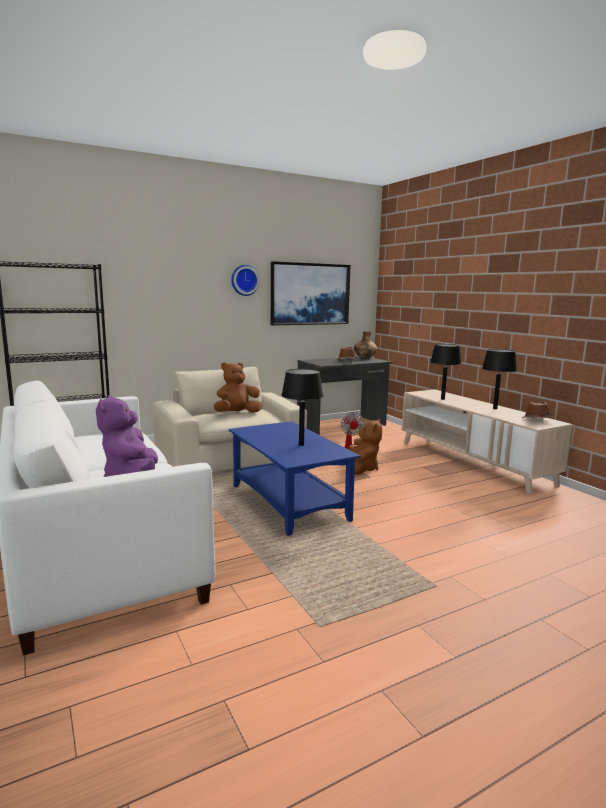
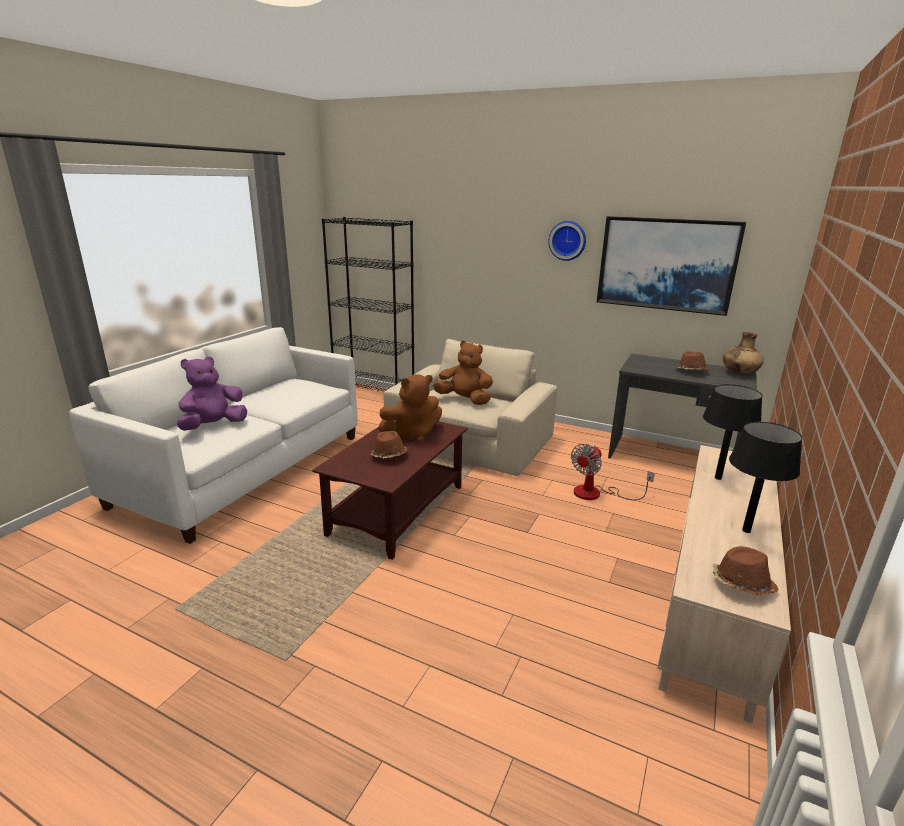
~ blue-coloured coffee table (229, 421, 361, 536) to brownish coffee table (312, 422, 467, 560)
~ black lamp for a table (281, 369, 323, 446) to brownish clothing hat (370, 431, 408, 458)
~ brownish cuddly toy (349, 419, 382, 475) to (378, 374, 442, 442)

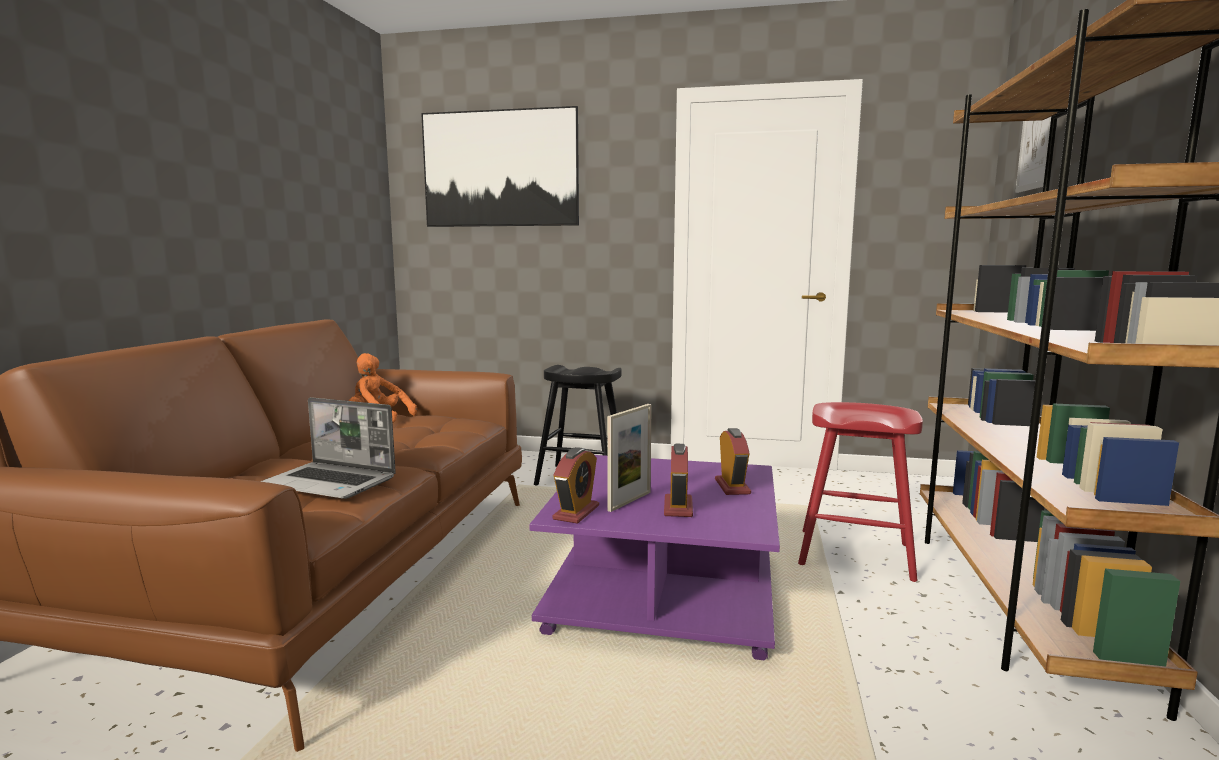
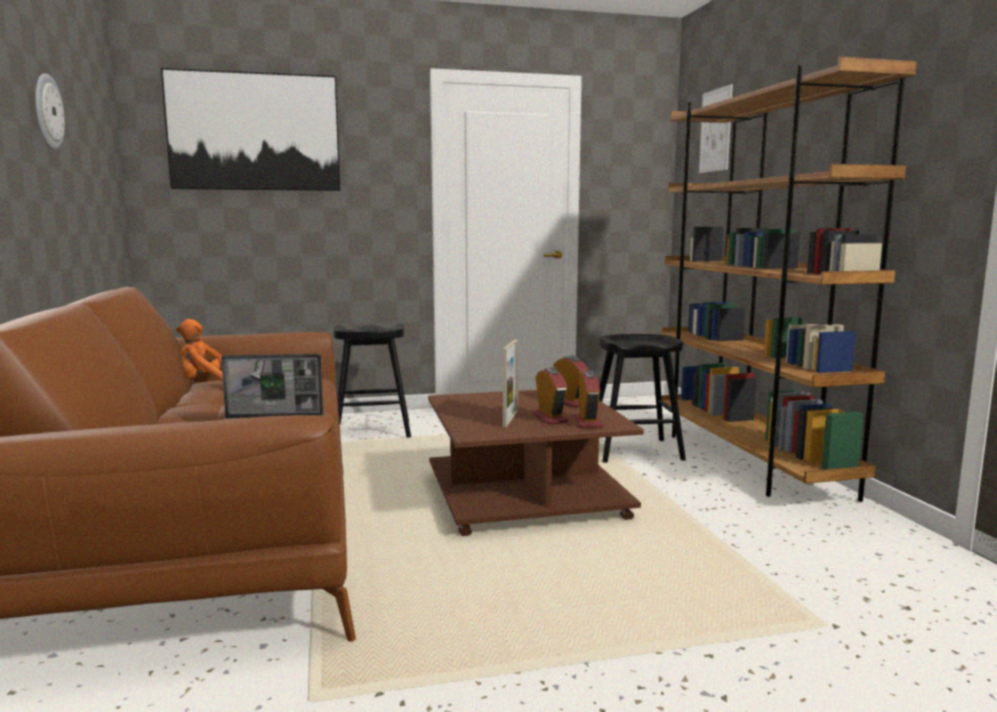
+ clock on the wall (35, 73, 65, 150)
~ purplish coffee table (529, 455, 780, 660) to brownish coffee table (428, 390, 644, 536)
~ alarm clock (552, 447, 599, 524) to (574, 371, 603, 428)
~ red-coloured sitting stool (798, 402, 923, 582) to black sitting stool (599, 334, 686, 463)

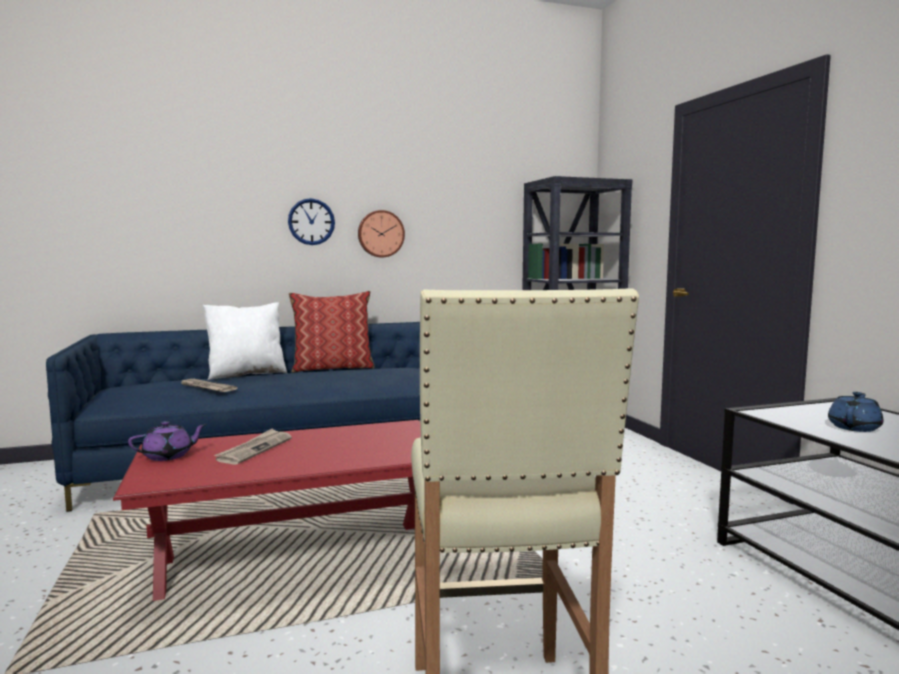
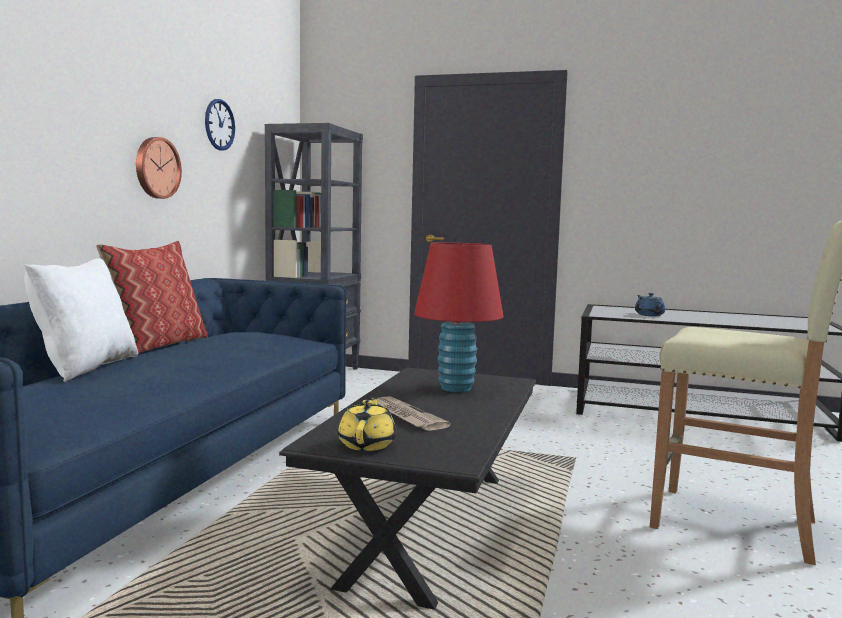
~ clock on the wall (288, 198, 335, 245) to (205, 99, 235, 151)
~ red-coloured coffee table (113, 420, 421, 601) to black coffee table (279, 368, 536, 610)
~ purplish teapot (128, 421, 207, 461) to yellowish teapot (338, 397, 396, 451)
+ red-coloured lamp for a table (414, 243, 504, 392)
- newspaper (181, 379, 237, 392)

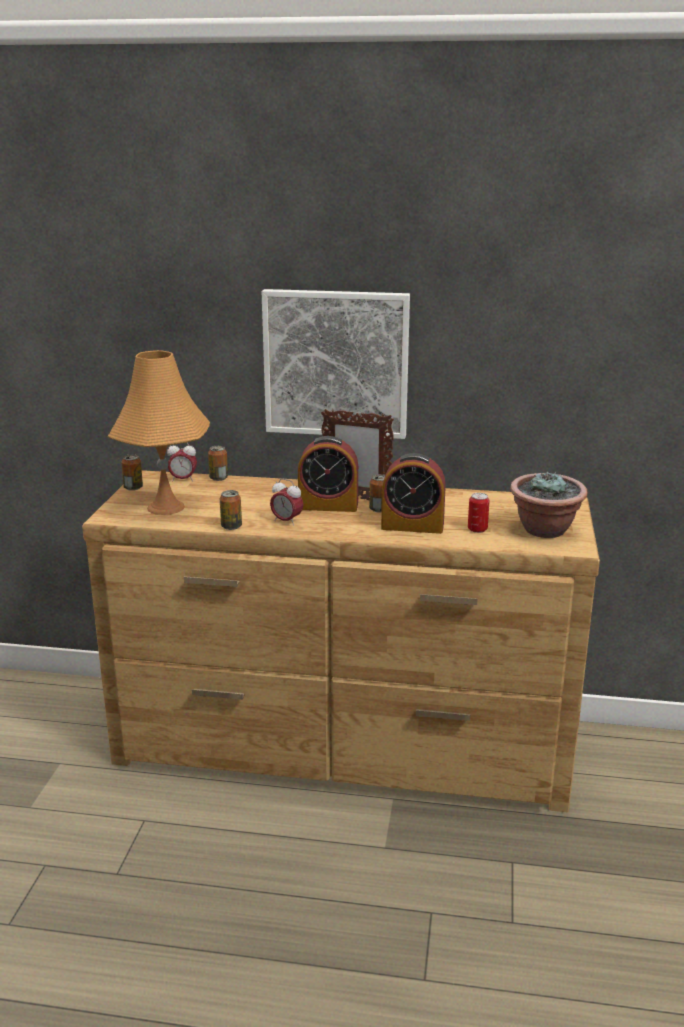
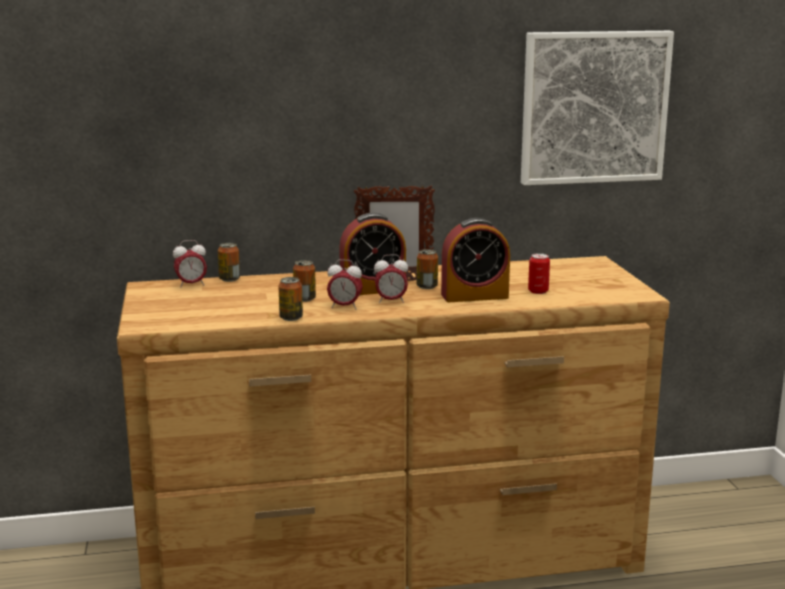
~ metal can (121, 454, 143, 491) to (293, 260, 316, 302)
+ alarm clock (374, 255, 408, 303)
~ wall picture (262, 289, 410, 439) to (521, 31, 674, 185)
- orange lamp for a table (108, 350, 210, 515)
- houseplant (510, 472, 588, 538)

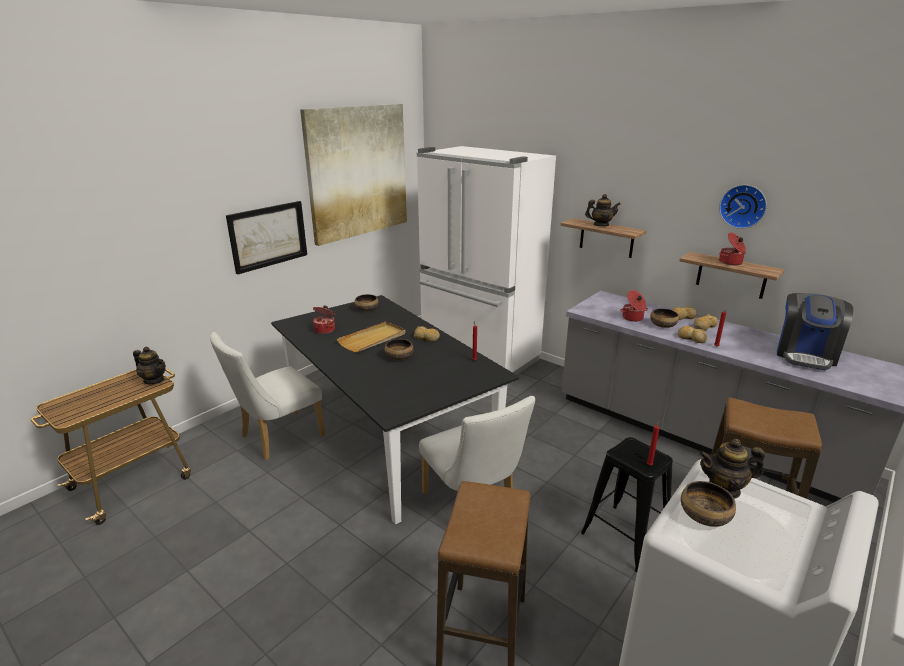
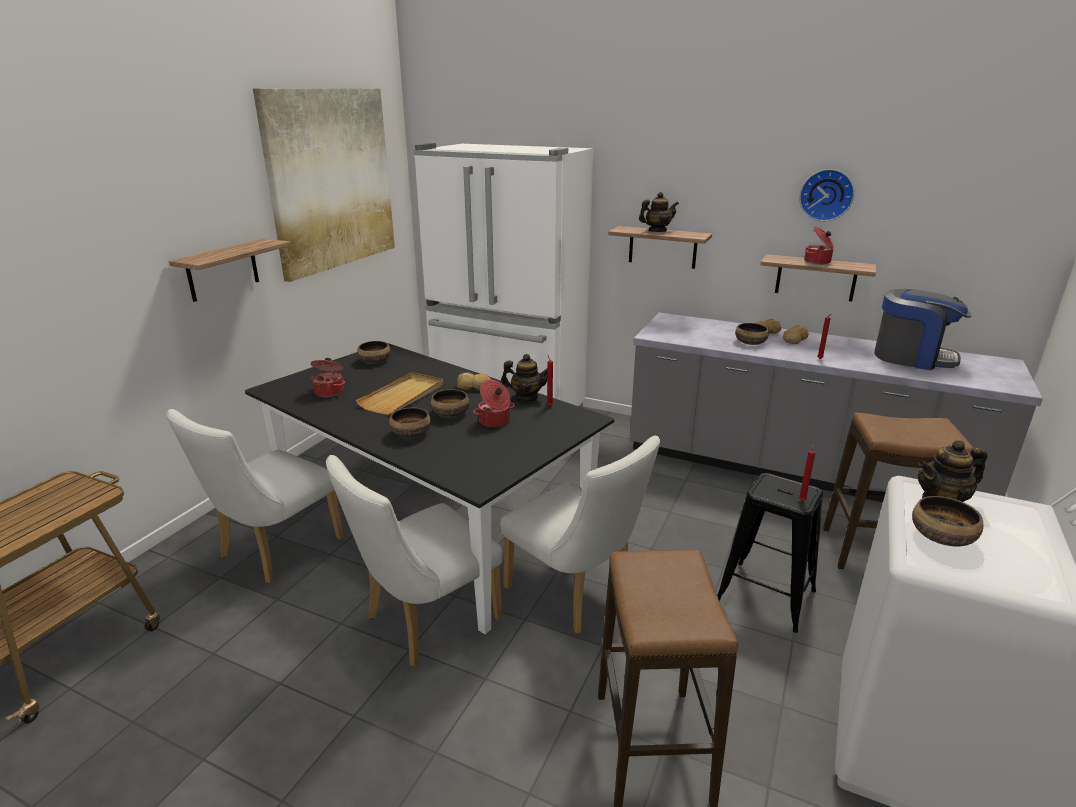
~ wall picture (226, 201, 307, 275) to wall shelf (169, 238, 290, 302)
+ white plain chair (326, 455, 503, 666)
+ deep dish (389, 408, 431, 438)
~ cooking pot (620, 290, 648, 322) to (473, 380, 515, 427)
~ teapot (133, 347, 166, 384) to (501, 354, 547, 401)
~ coffee maker (777, 293, 853, 370) = (874, 289, 971, 370) 75 degrees counterclockwise
- baked bread (678, 326, 707, 343)

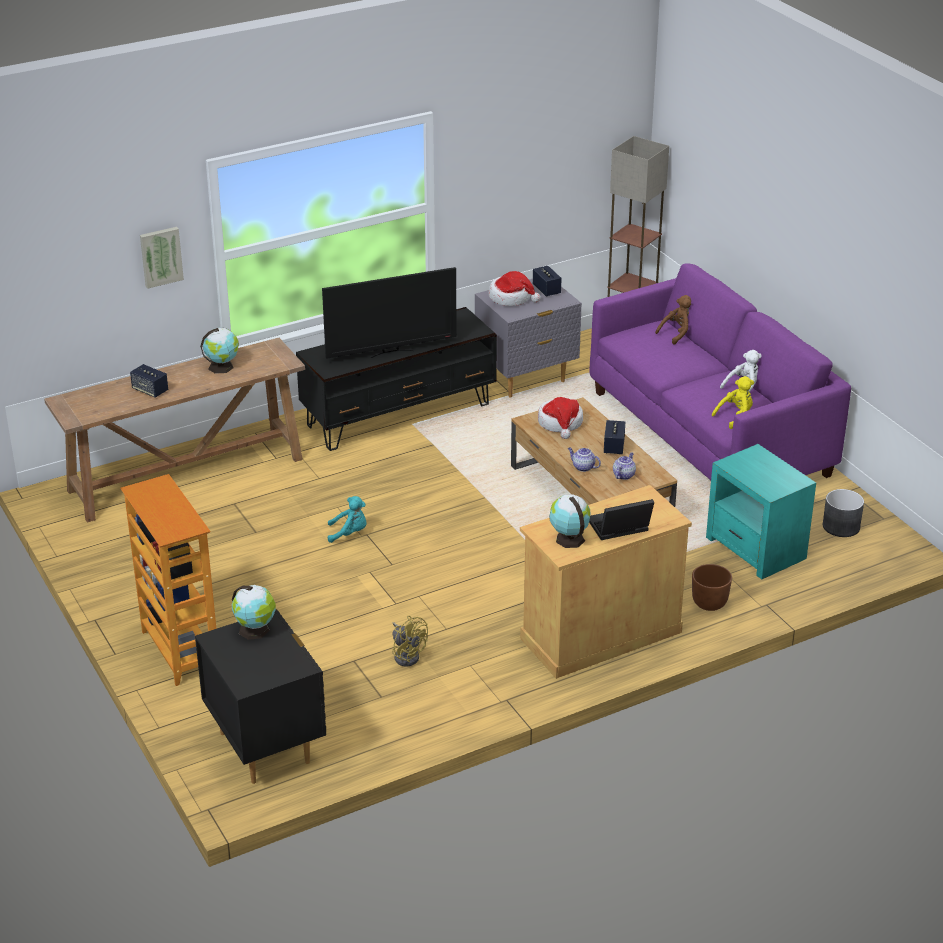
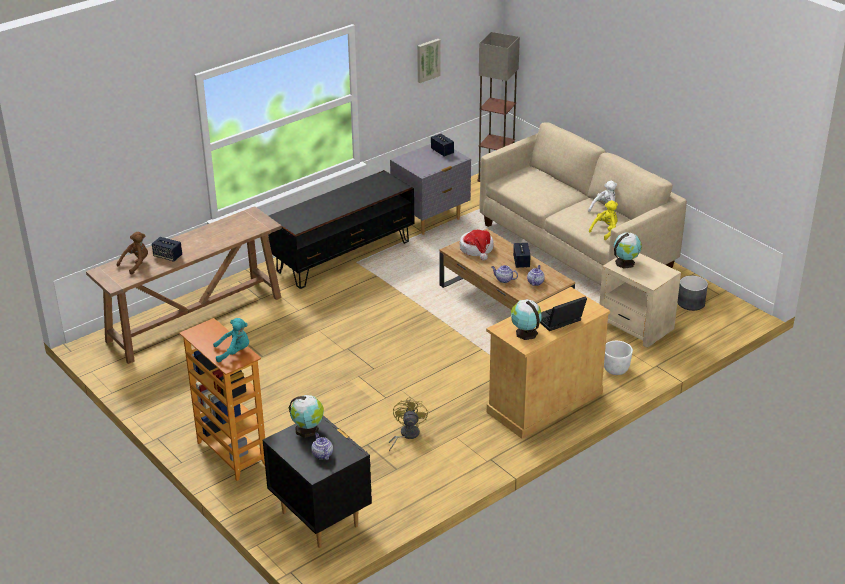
~ brownish cuddly toy (655, 295, 691, 345) to (117, 232, 148, 275)
~ turquoise cuddly toy (328, 496, 367, 543) to (213, 318, 249, 363)
+ teapot (311, 433, 333, 460)
~ yellowish electric fan (392, 616, 428, 666) = (389, 397, 428, 452) 120 degrees counterclockwise
~ wall picture (140, 227, 184, 289) to (417, 39, 441, 83)
~ purplish sofa (590, 263, 851, 480) to sand-coloured sofa (480, 122, 687, 285)
~ turquoise side table (706, 444, 816, 579) to sand-coloured side table (600, 253, 681, 348)
~ brownish plant pot (692, 564, 732, 611) to white plant pot (604, 341, 633, 375)
~ desk globe (200, 328, 239, 374) to (613, 232, 642, 269)
- television (322, 267, 457, 359)
- clothing hat (489, 271, 541, 306)

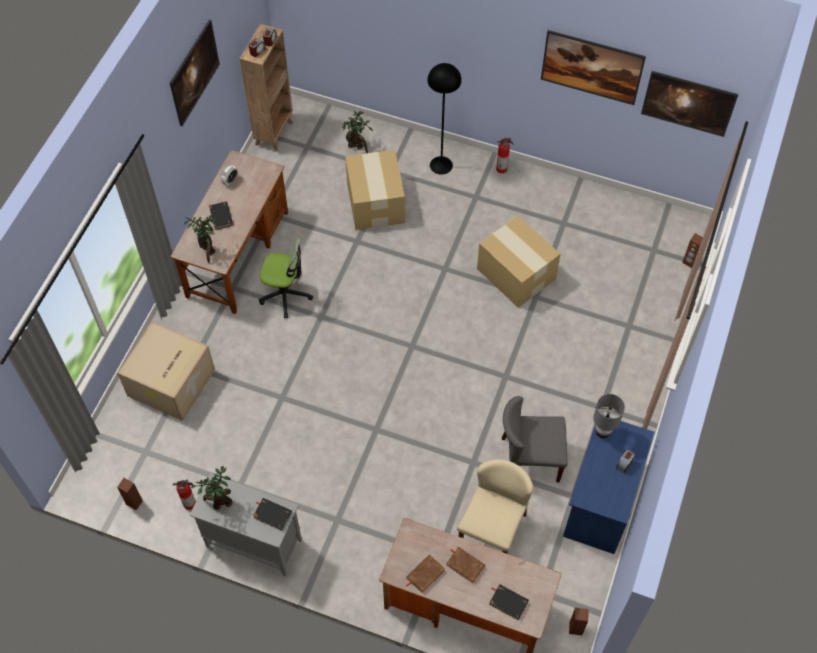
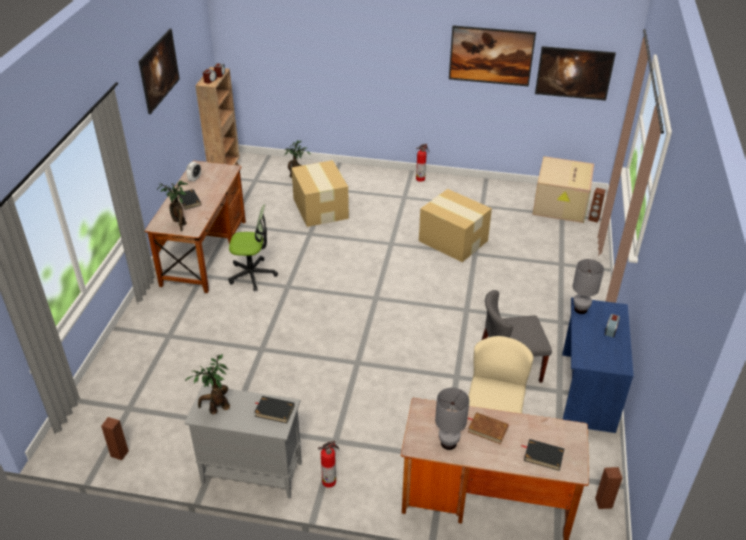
~ fire extinguisher (173, 479, 196, 510) to (318, 441, 339, 488)
~ brownish bound book (406, 554, 445, 593) to grey lamp for a table (435, 388, 470, 450)
~ carton (118, 322, 215, 421) to (532, 156, 594, 223)
- black standard lamp (427, 63, 462, 175)

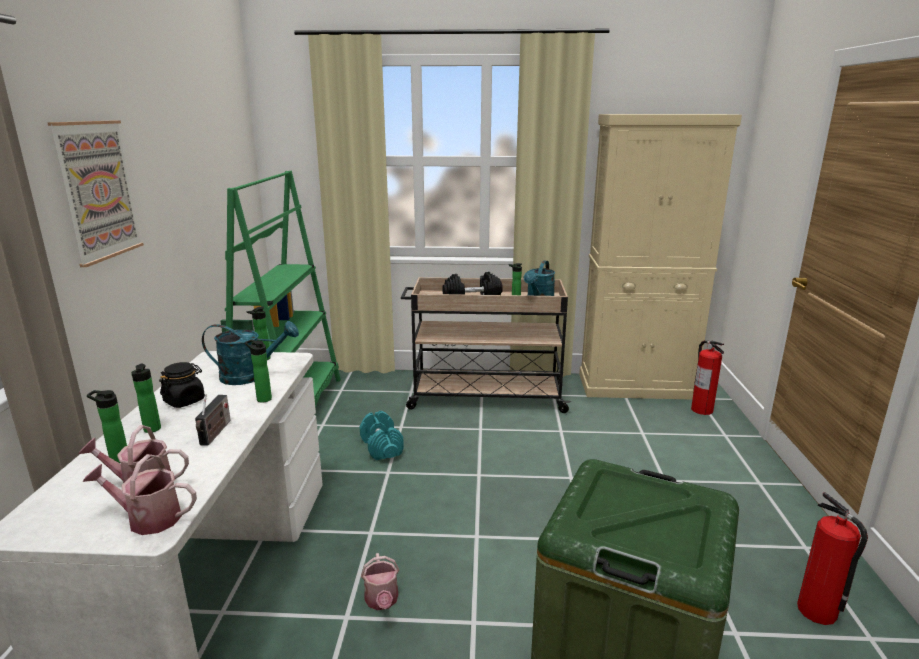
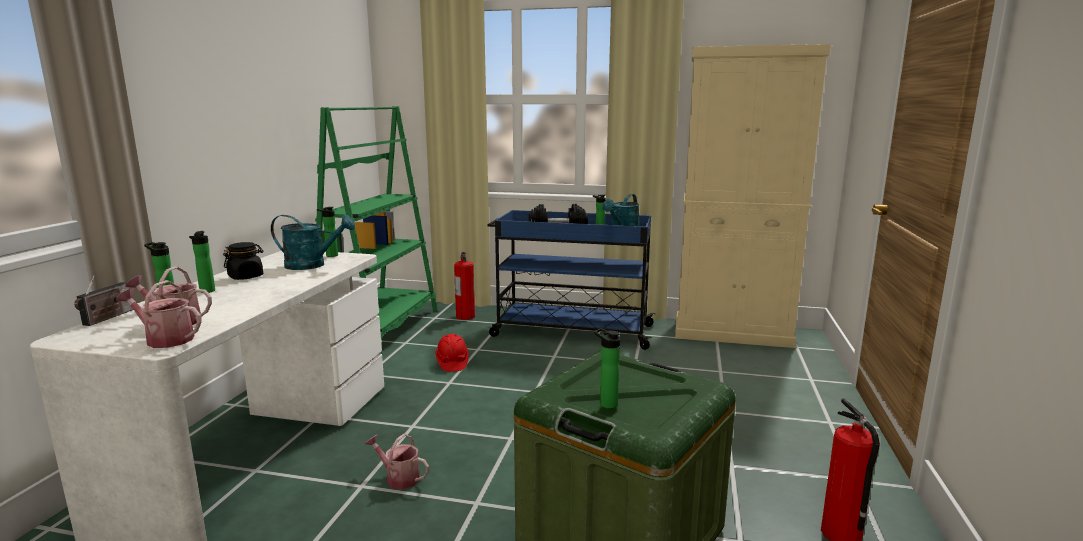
~ radio receiver (195, 394, 231, 446) to (74, 275, 133, 326)
~ watering pot (361, 553, 399, 610) = (365, 434, 429, 489) 120 degrees clockwise
~ turquoise free weight (360, 411, 404, 460) to red-coloured work helmet (435, 334, 469, 372)
~ fire extinguisher (691, 340, 724, 415) to (454, 252, 475, 320)
~ sand-coloured wheeled cart (401, 277, 571, 413) to blue-coloured wheeled cart (488, 210, 655, 350)
~ drink bottle (245, 339, 272, 403) to (594, 328, 620, 409)
- wall picture (47, 121, 144, 267)

